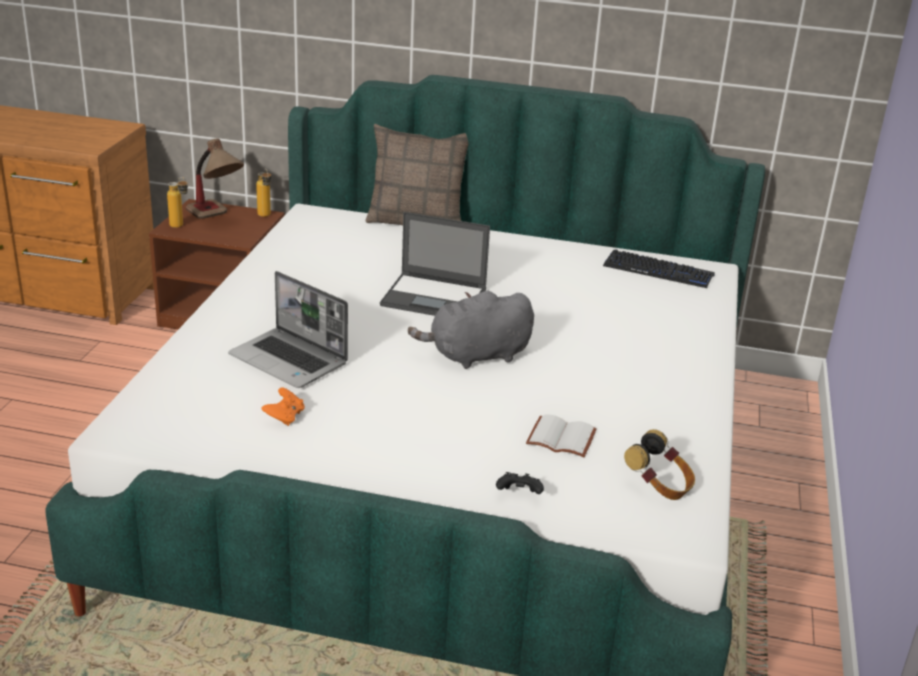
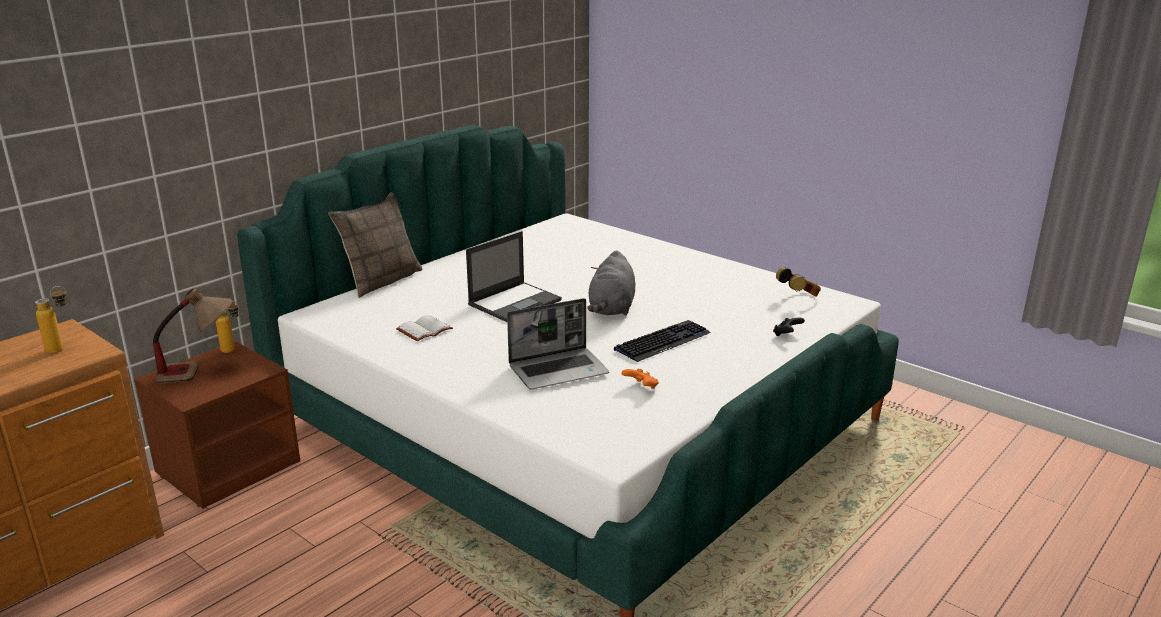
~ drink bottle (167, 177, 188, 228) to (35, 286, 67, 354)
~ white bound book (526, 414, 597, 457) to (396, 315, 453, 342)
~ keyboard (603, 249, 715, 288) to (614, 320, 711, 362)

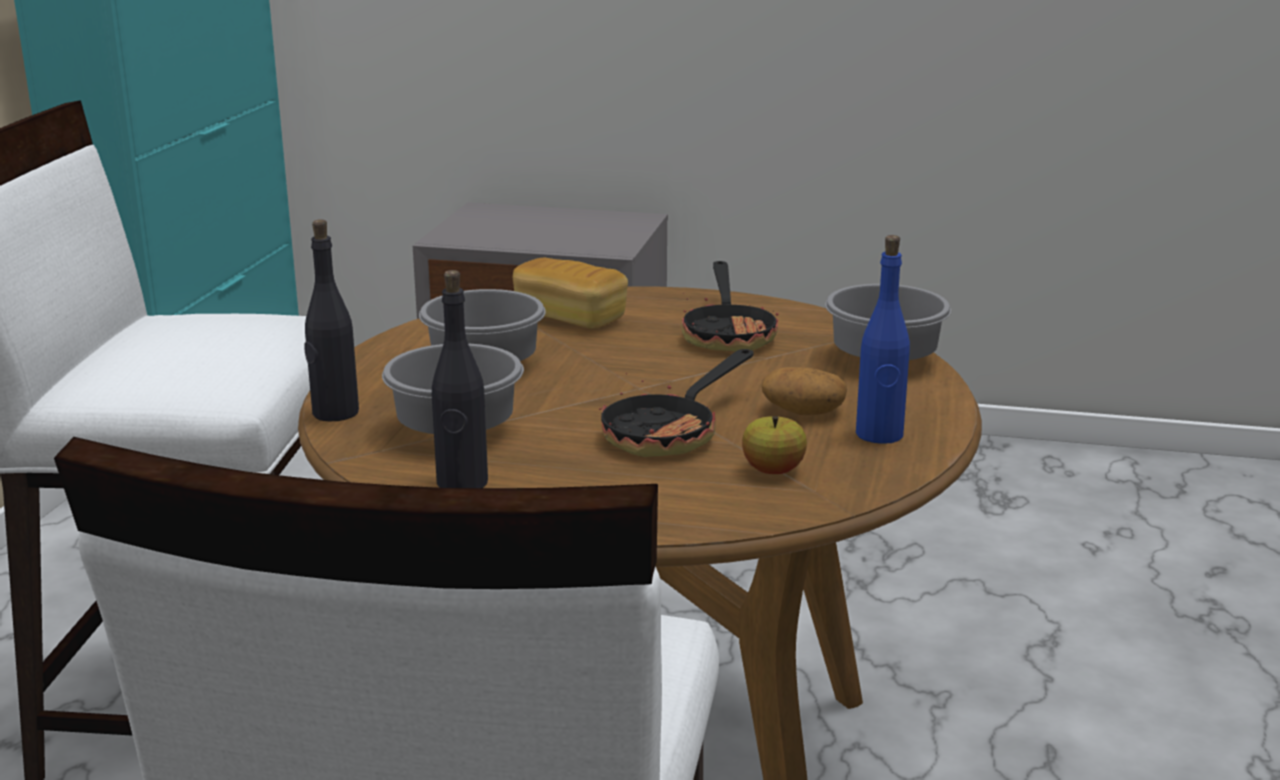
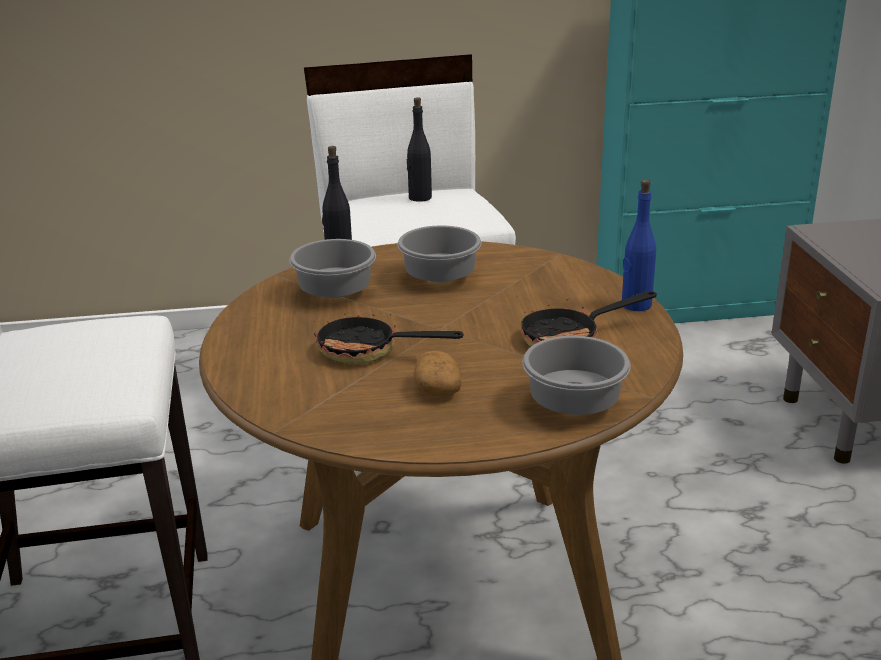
~ black drink bottle (432, 270, 488, 488) to (406, 97, 432, 202)
~ blue-coloured drink bottle (856, 235, 910, 444) to (622, 180, 656, 311)
- baked bread (513, 258, 628, 328)
- apple fruit (742, 416, 807, 474)

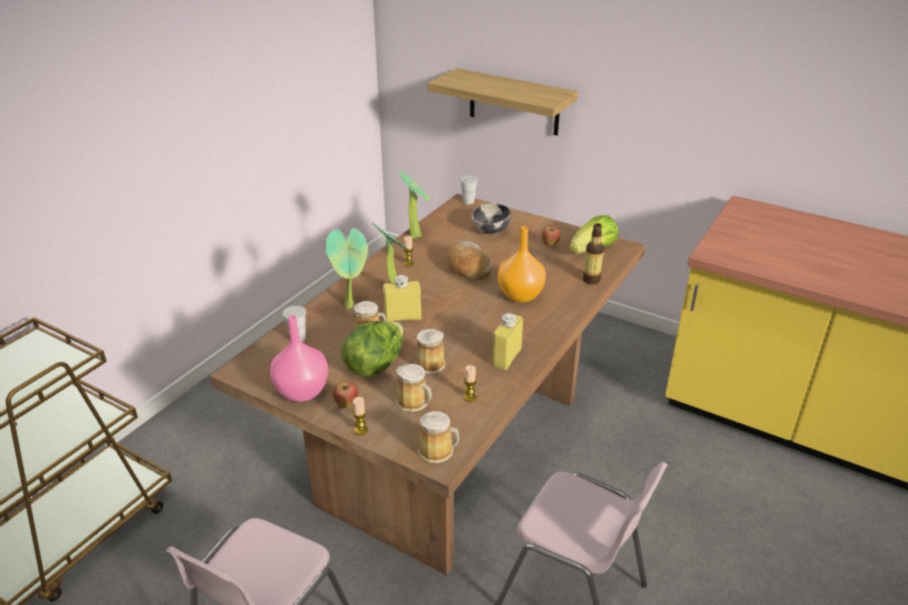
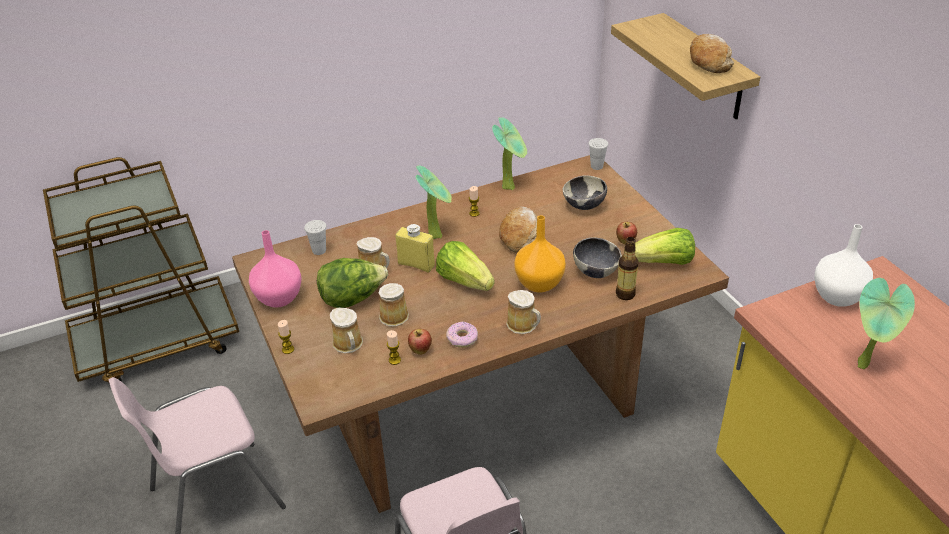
~ apple fruit (333, 381, 358, 409) to (408, 329, 432, 355)
+ lettuce (436, 241, 495, 291)
~ yellowish drink bottle (492, 313, 523, 370) to doughnut (446, 322, 478, 348)
~ tea mug (418, 411, 459, 463) to (506, 290, 541, 334)
+ deep dish (573, 237, 622, 278)
+ baked bread (690, 34, 734, 73)
+ white flower vase (814, 224, 873, 307)
~ houseplant (325, 228, 368, 309) to (858, 278, 915, 369)

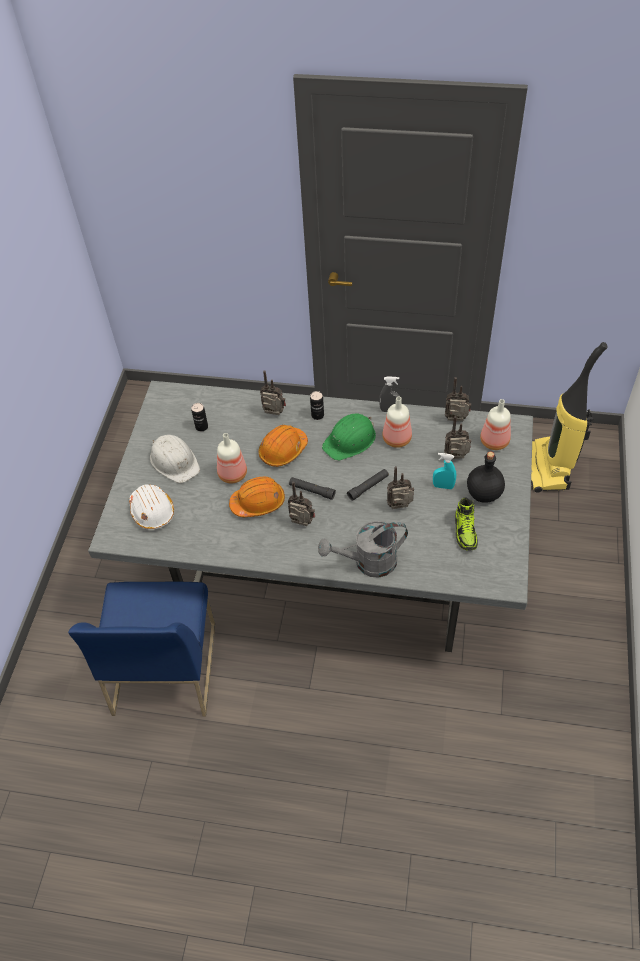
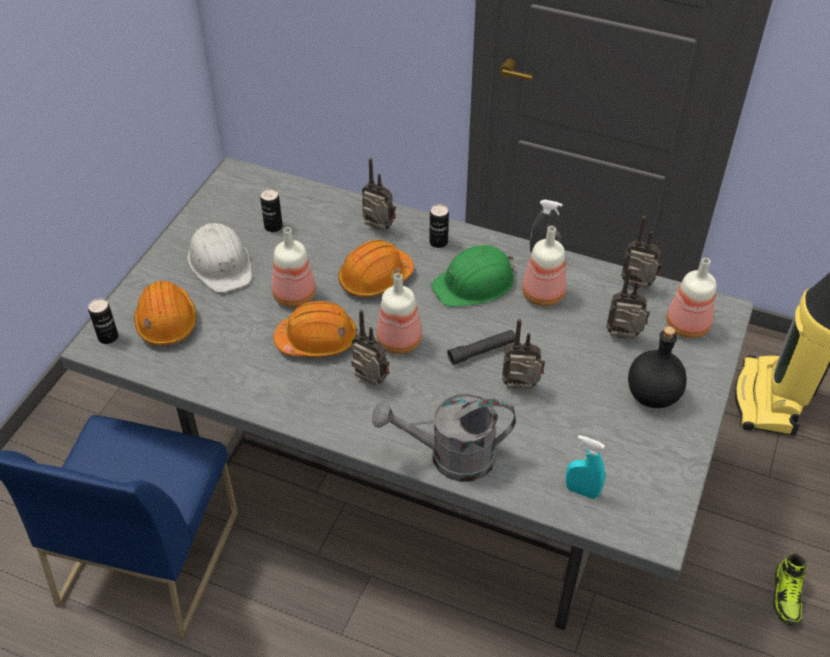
+ metal can (88, 298, 118, 344)
~ white work helmet (129, 484, 174, 530) to orange work helmet (134, 281, 196, 345)
~ black flashlight (289, 477, 336, 500) to drink bottle (377, 273, 422, 354)
~ turquoise spray bottle (433, 453, 456, 489) to (566, 435, 605, 499)
~ shoe (455, 498, 478, 551) to (773, 553, 807, 626)

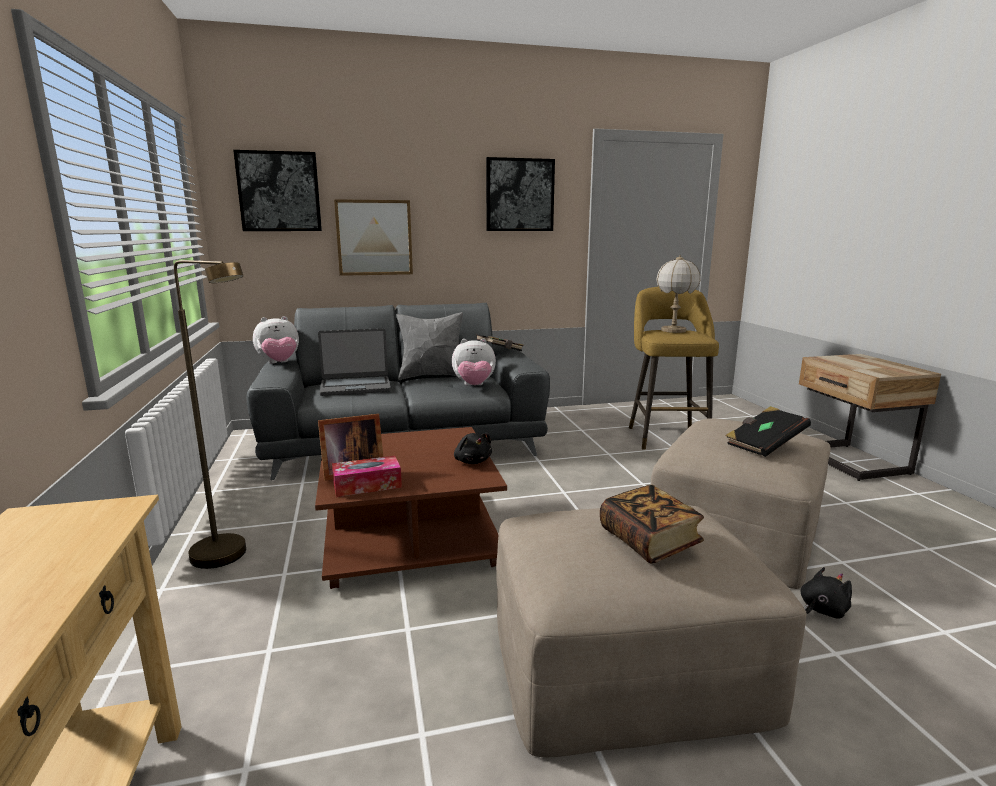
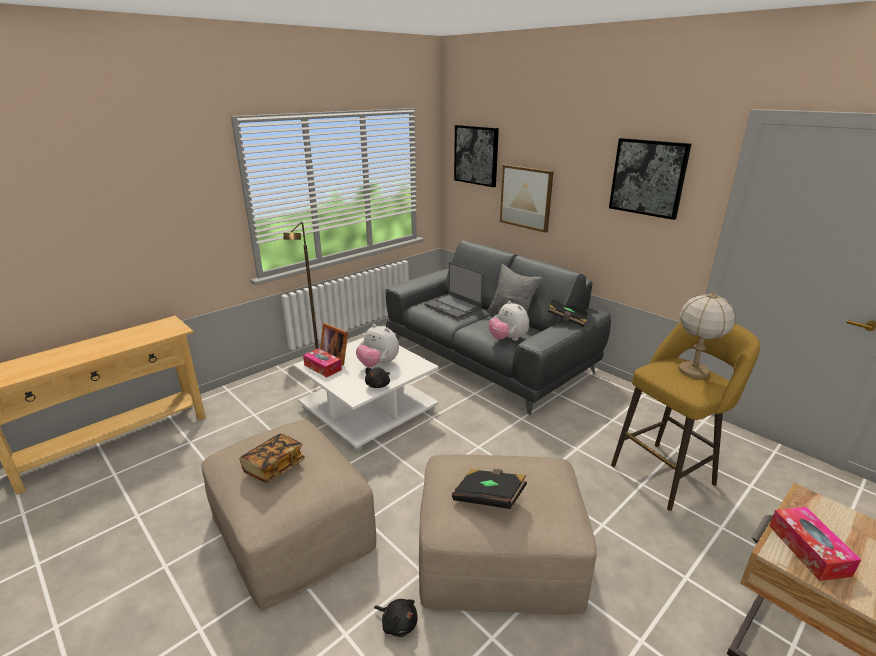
~ brownish coffee table (315, 427, 507, 589) to white coffee table (293, 338, 439, 452)
~ cuddly toy (253, 316, 299, 364) to (356, 324, 399, 367)
+ tissue holder (769, 506, 861, 581)

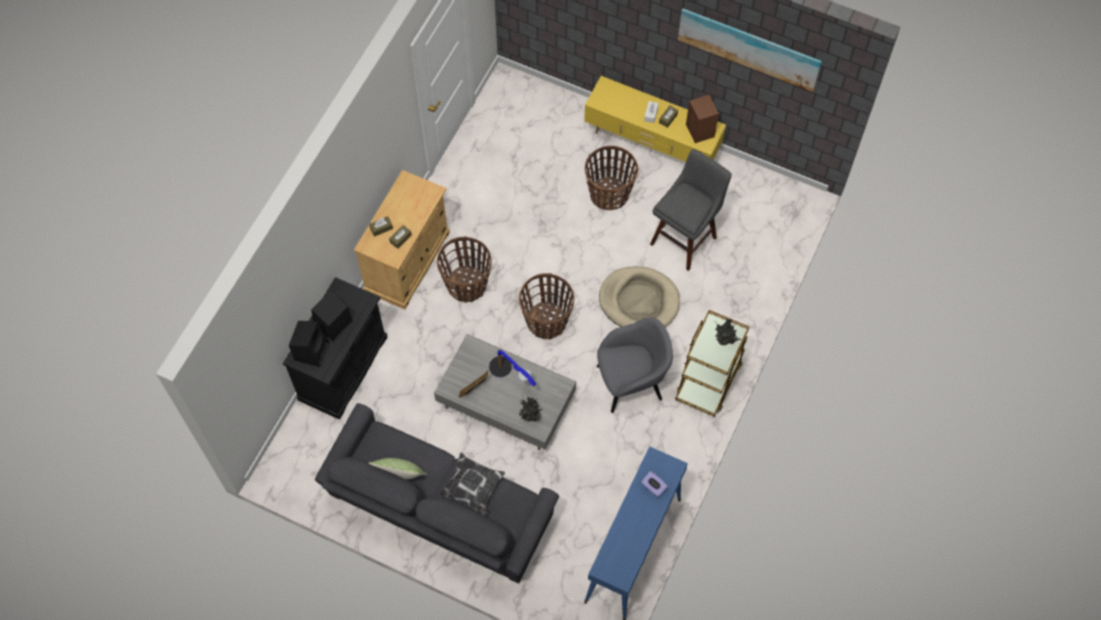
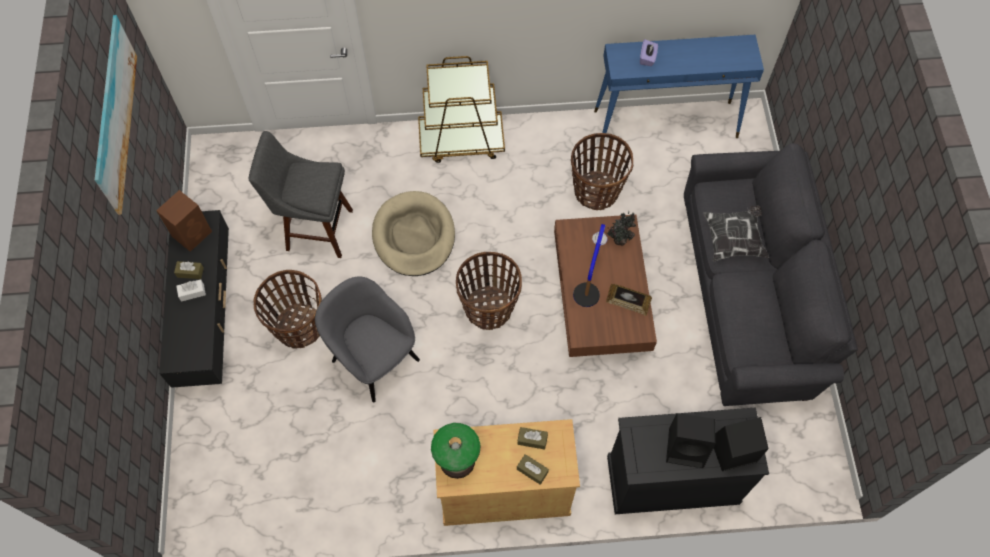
~ yellowish tv unit (584, 76, 726, 162) to black tv unit (159, 210, 229, 388)
~ grey lounge chair (597, 317, 673, 413) to (315, 277, 420, 402)
+ lamp for a table (431, 423, 481, 479)
~ grey coffee table (434, 334, 576, 450) to brownish coffee table (554, 214, 657, 357)
~ storage basket (437, 236, 492, 303) to (571, 133, 633, 210)
- throw pillow (369, 458, 427, 479)
- houseplant (715, 318, 742, 345)

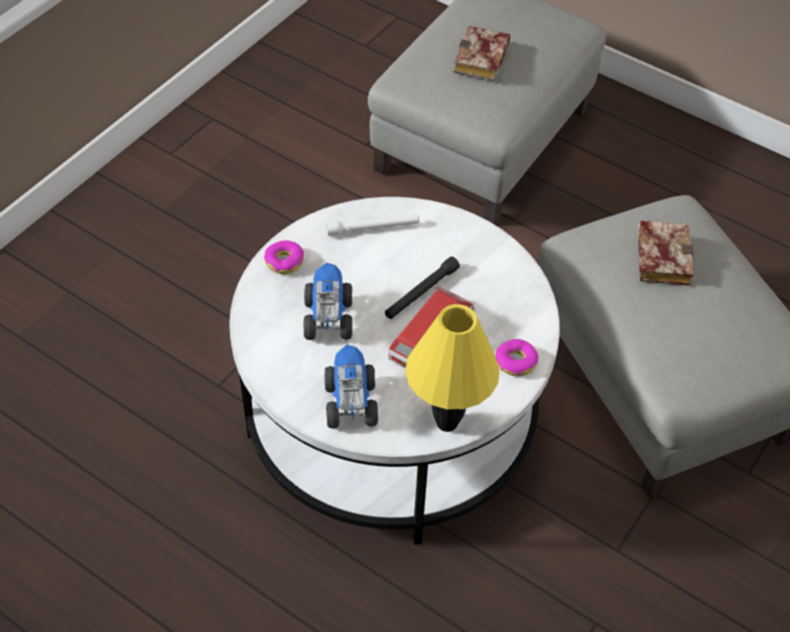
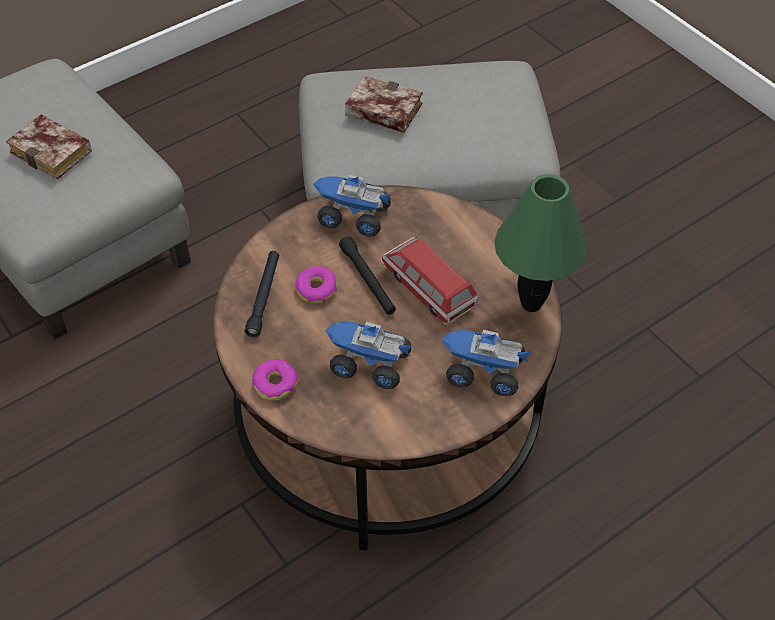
~ white coffee table (229, 197, 560, 545) to brownish coffee table (213, 185, 562, 551)
~ white flashlight (326, 214, 419, 236) to black flashlight (244, 251, 279, 337)
~ doughnut (495, 339, 538, 376) to (295, 266, 337, 304)
+ toy truck (313, 175, 391, 237)
~ yellowish lamp for a table (405, 304, 500, 432) to greenish lamp for a table (494, 174, 588, 312)

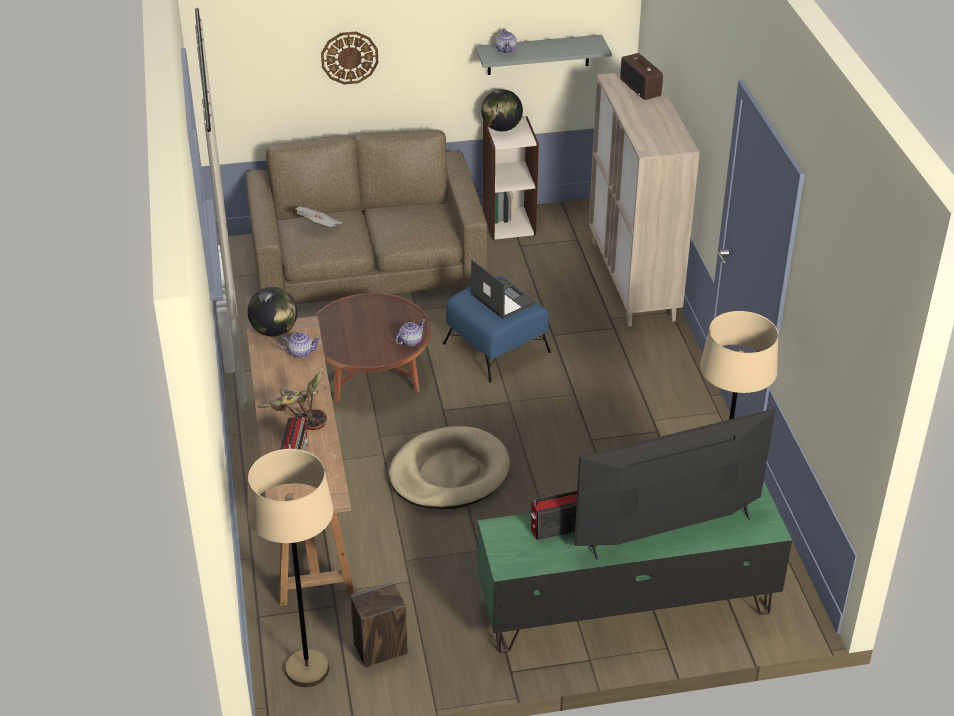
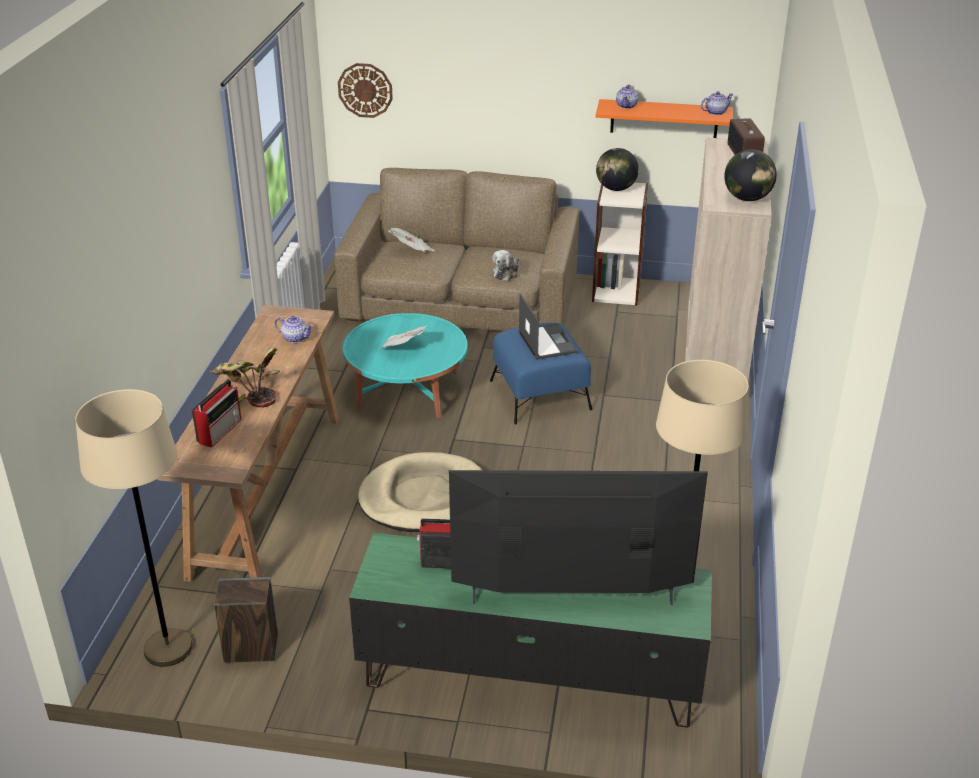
~ clock on the wall (321, 32, 378, 85) to (338, 63, 393, 118)
~ brownish coffee table (315, 293, 431, 403) to turquoise coffee table (342, 313, 467, 419)
+ newspaper (380, 326, 427, 348)
+ cuddly toy (492, 250, 519, 281)
~ grey wall shelf (475, 35, 612, 75) to orange wall shelf (596, 99, 733, 138)
~ teapot (396, 319, 425, 346) to (701, 91, 734, 115)
~ desk globe (248, 287, 298, 337) to (724, 149, 777, 201)

